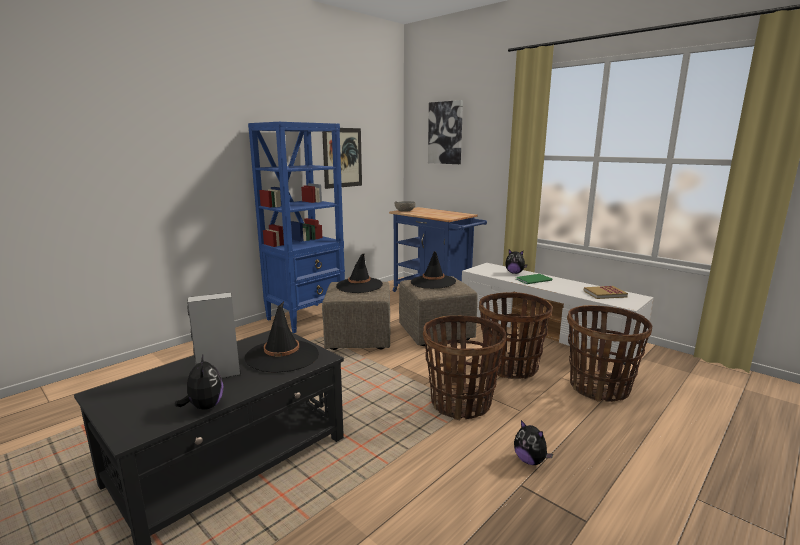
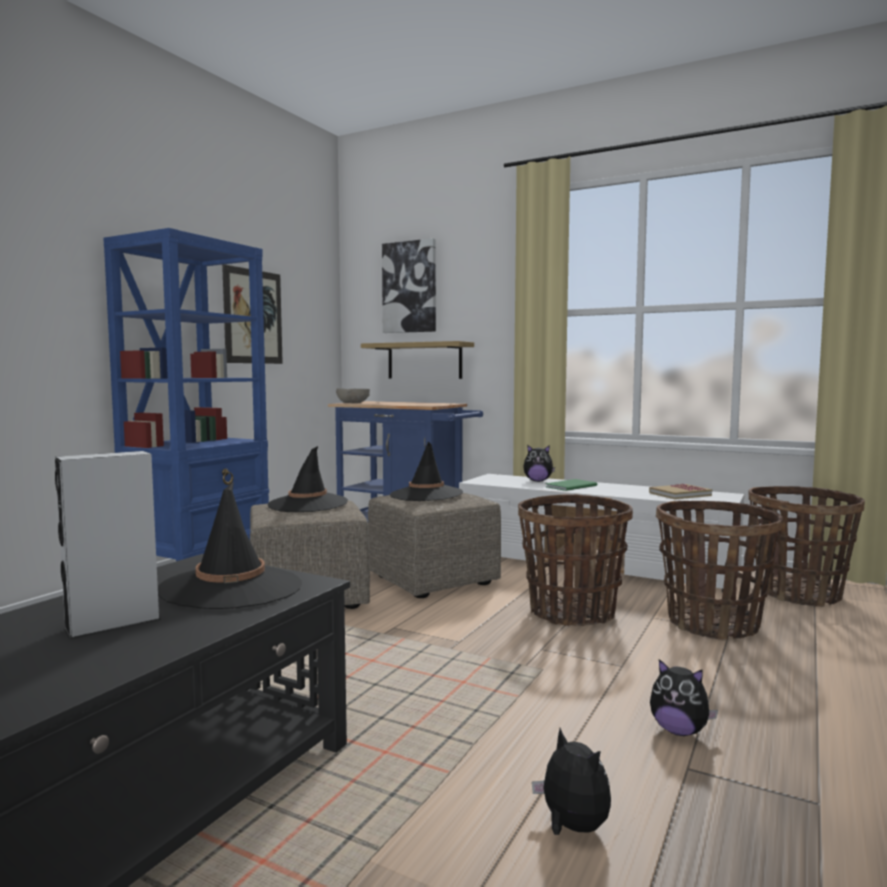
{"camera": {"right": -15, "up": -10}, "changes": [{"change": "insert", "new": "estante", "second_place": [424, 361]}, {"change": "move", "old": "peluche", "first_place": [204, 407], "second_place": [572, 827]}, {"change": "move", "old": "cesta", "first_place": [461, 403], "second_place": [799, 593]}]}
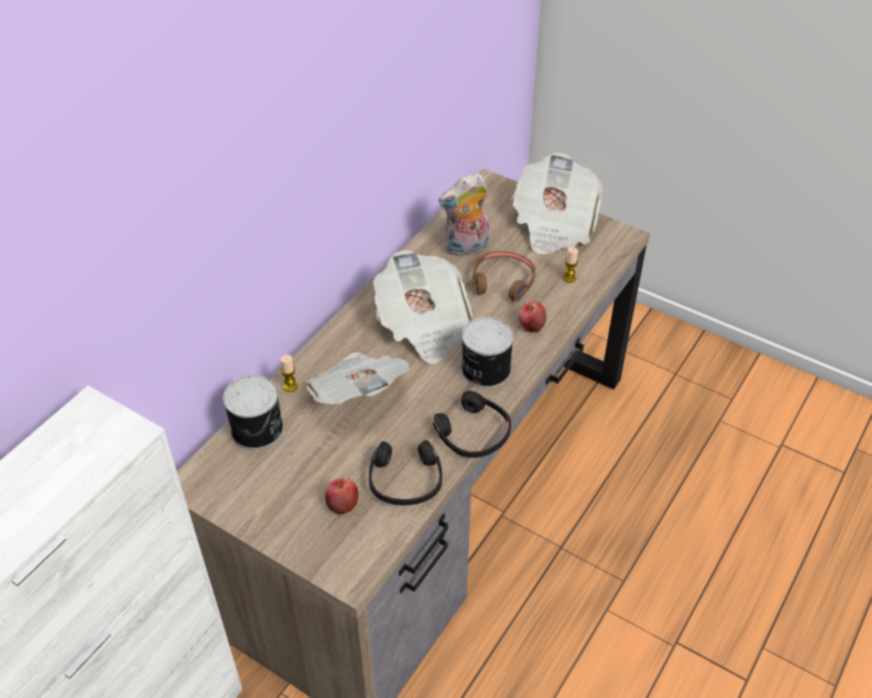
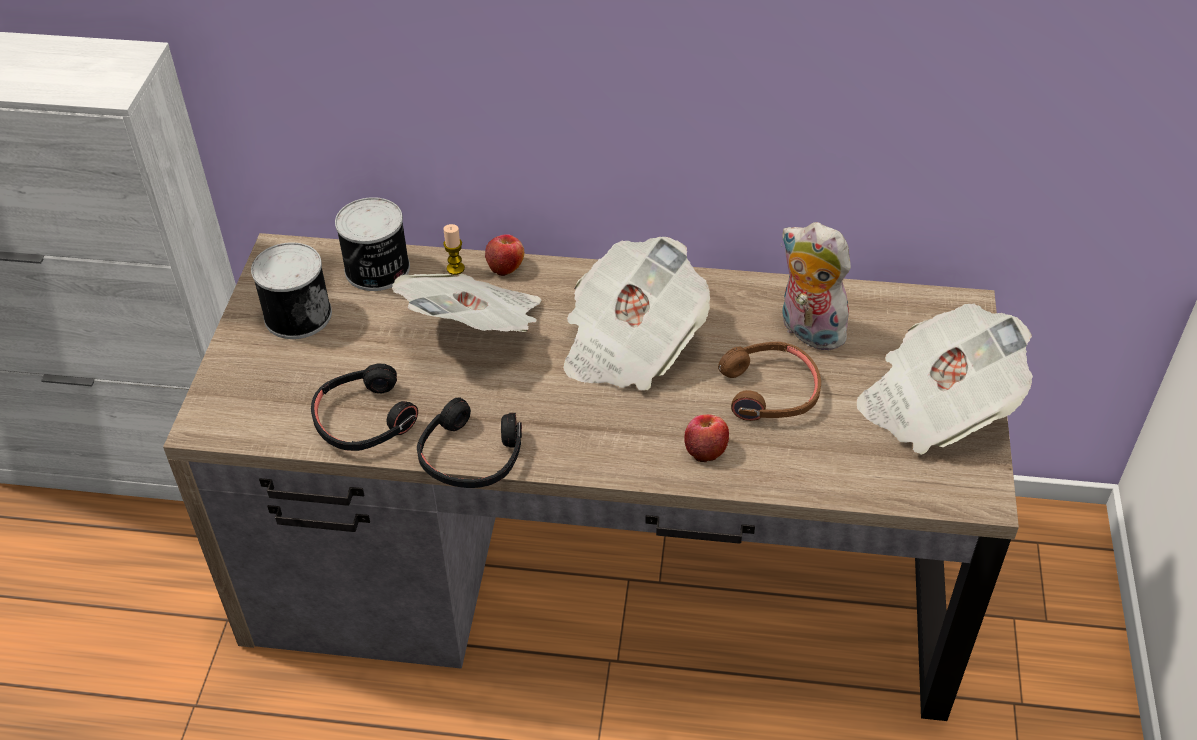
{"camera": {"right": 65, "up": 0}, "changes": [{"change": "move", "old": "lata", "first_place": [484, 370], "second_place": [296, 314]}, {"change": "move", "old": "manzana", "first_place": [342, 503], "second_place": [505, 266]}, {"change": "delete", "old": "vela", "first_place": [569, 278]}]}
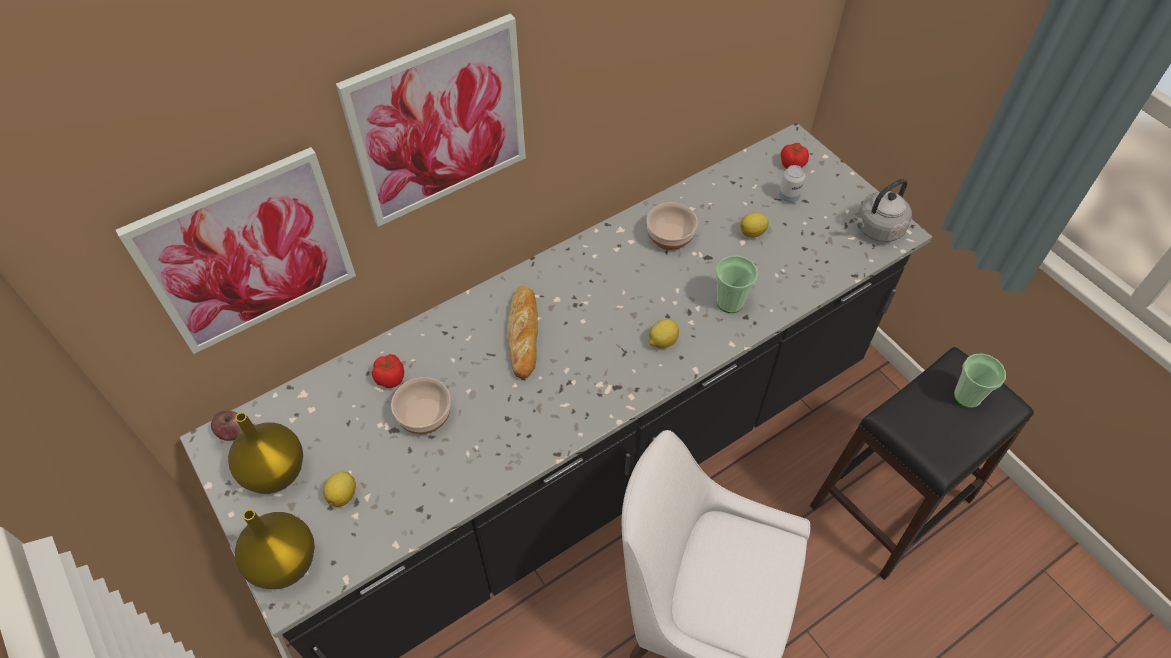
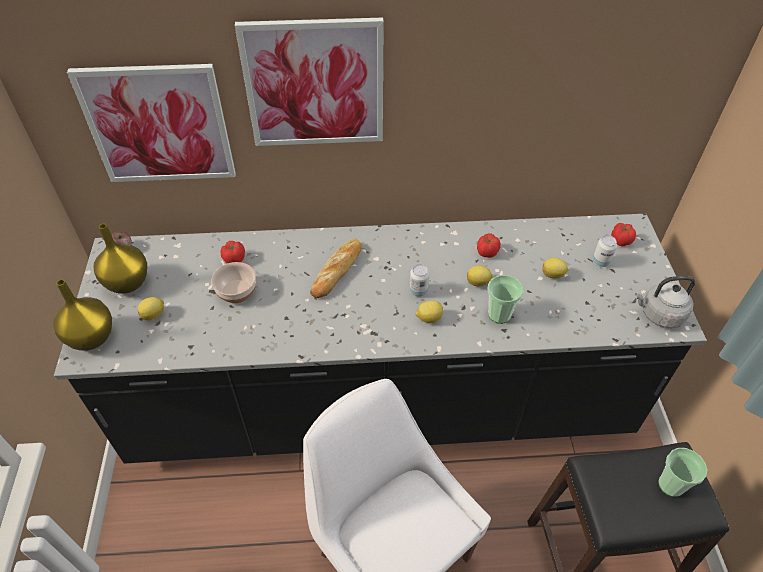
{"camera": {"right": 30, "up": -5}, "changes": [{"change": "insert", "new": "lata", "second_place": [418, 291]}, {"change": "insert", "new": "limón", "second_place": [478, 283]}, {"change": "replace", "old": "cuenco", "new": "tomate", "first_place": [670, 237], "second_place": [486, 252]}]}
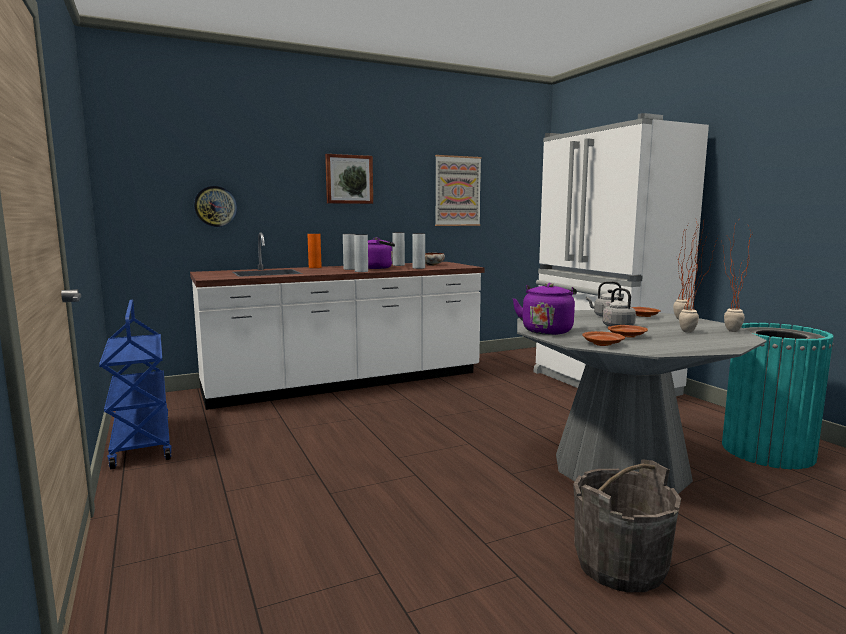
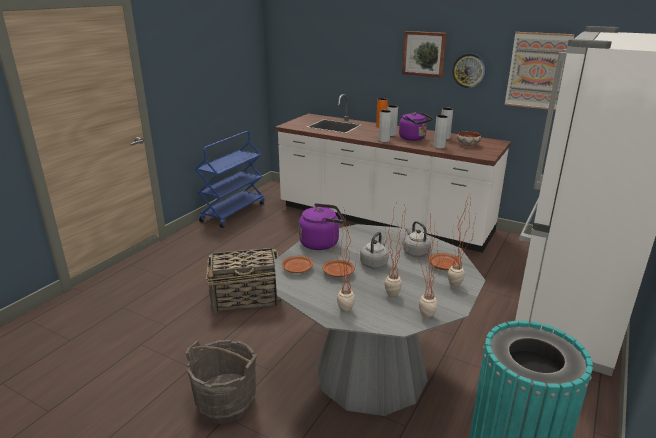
{"camera": {"right": 55, "up": 15}, "changes": [{"change": "insert", "new": "cesta", "second_place": [247, 298]}, {"change": "insert", "new": "planta en maceta", "second_place": [344, 307]}, {"change": "move", "old": "reloj de pared", "first_place": [215, 206], "second_place": [469, 70]}]}
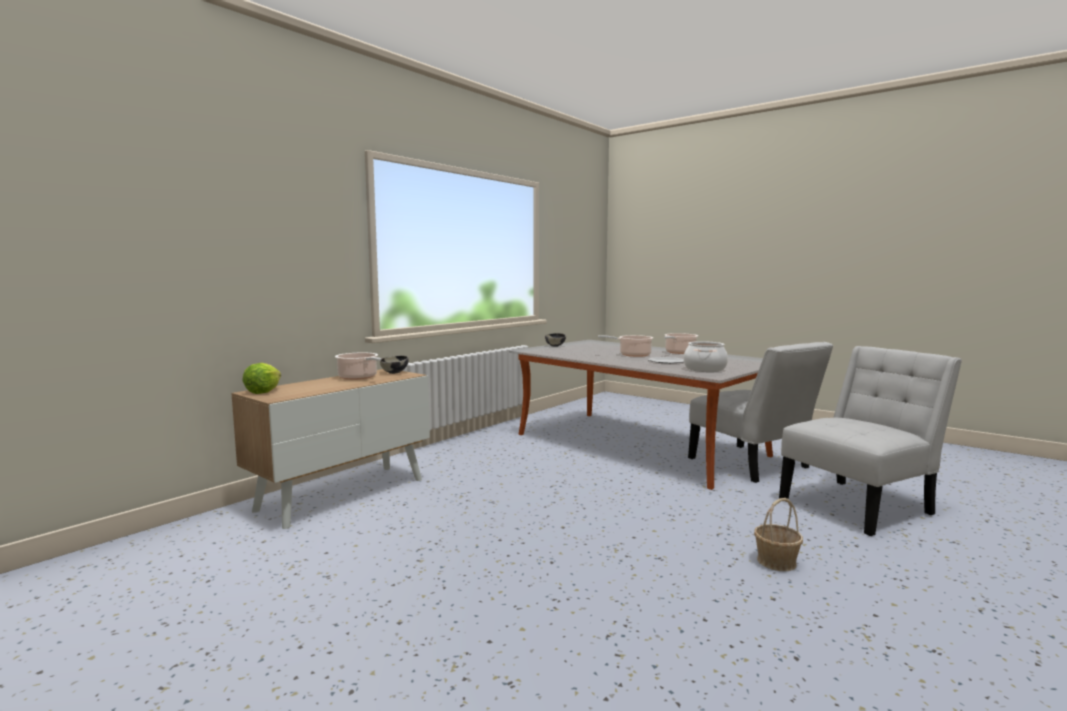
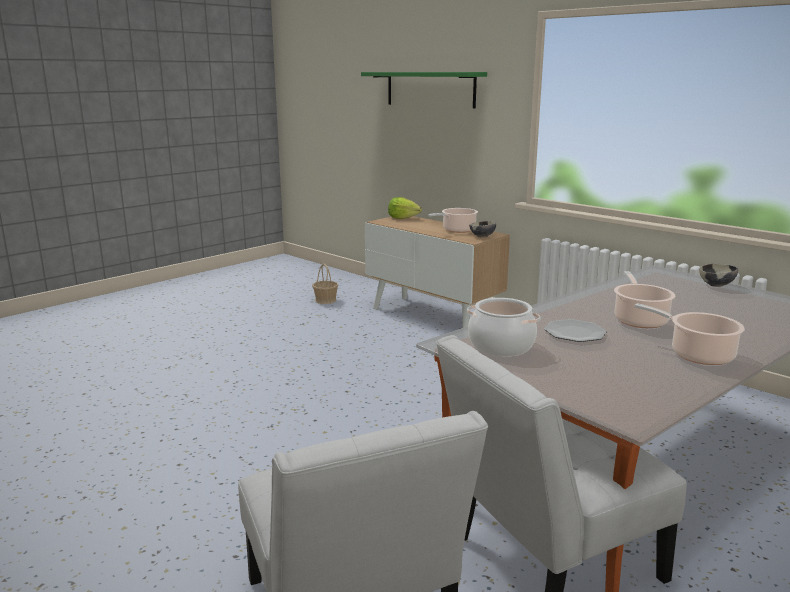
{"camera": {"right": 95, "up": 10}, "changes": [{"change": "move", "old": "cesta", "first_place": [776, 562], "second_place": [326, 300]}, {"change": "insert", "new": "estante [verde]", "second_place": [430, 89]}]}
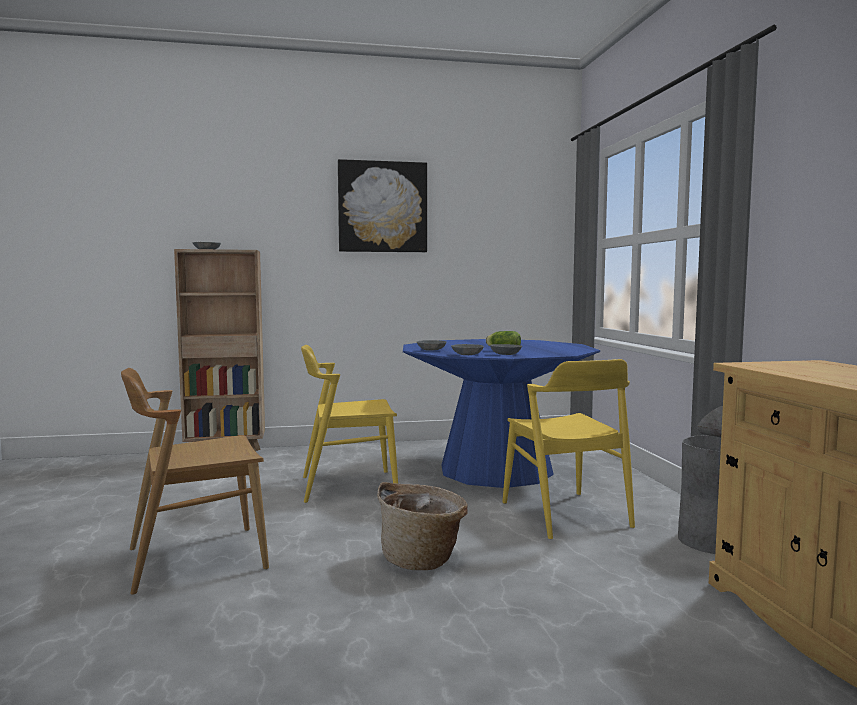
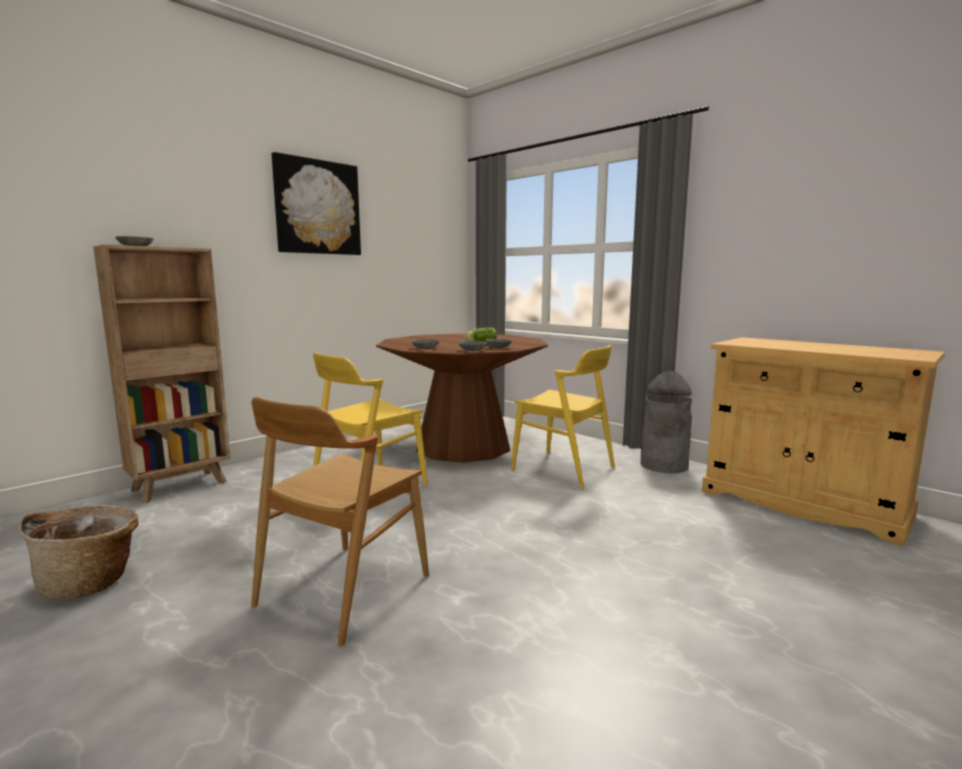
{"camera": {"right": -35, "up": 5}, "changes": [{"change": "move", "old": "cesta", "first_place": [422, 559], "second_place": [91, 582]}, {"change": "recolor", "old": "mesa de comedor [azul]", "new": "mesa de comedor [marrón]", "first_place": [496, 469], "second_place": [463, 446]}]}
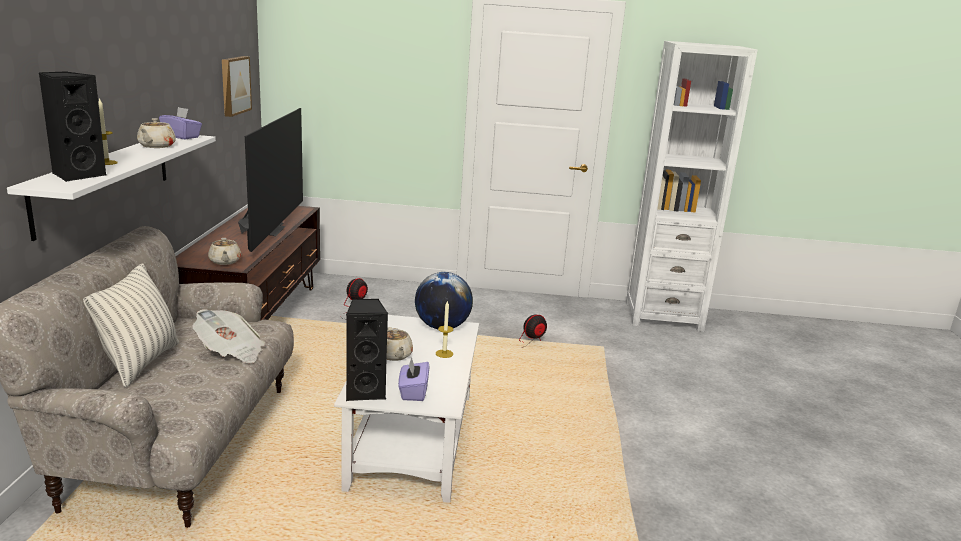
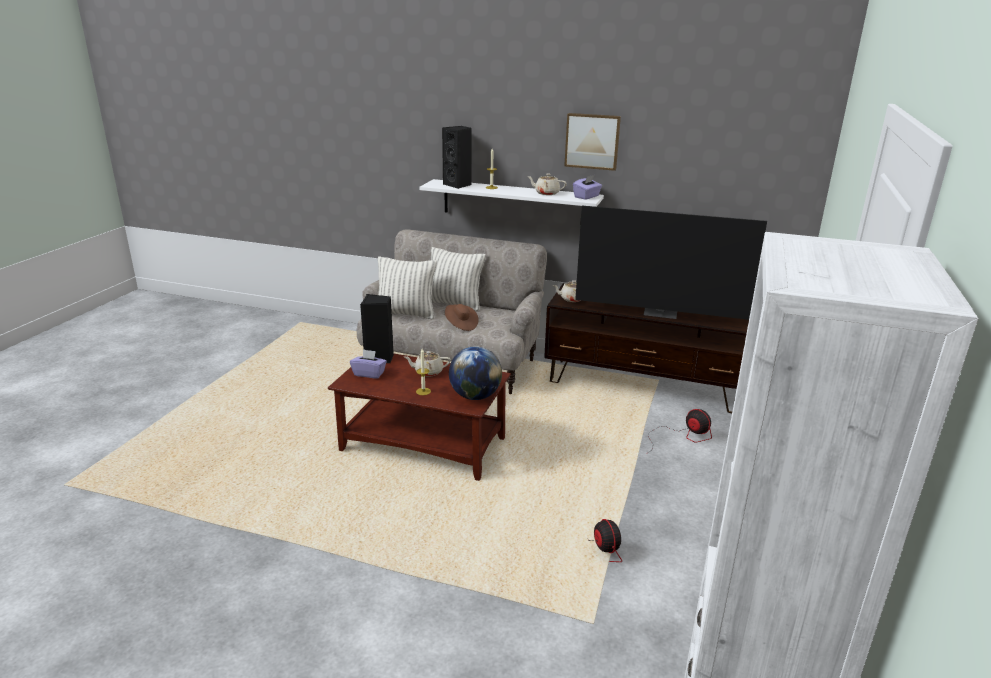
{"camera": {"right": 105, "up": 5}, "changes": [{"change": "recolor", "old": "mesa de centro [blanco]", "new": "mesa de centro [marrón]", "first_place": [412, 439], "second_place": [424, 444]}, {"change": "insert", "new": "cojín", "second_place": [406, 314]}, {"change": "replace", "old": "periódico", "new": "sombrero [marrón]", "first_place": [231, 352], "second_place": [461, 325]}, {"change": "move", "old": "cuadro", "first_place": [234, 85], "second_place": [592, 141]}]}
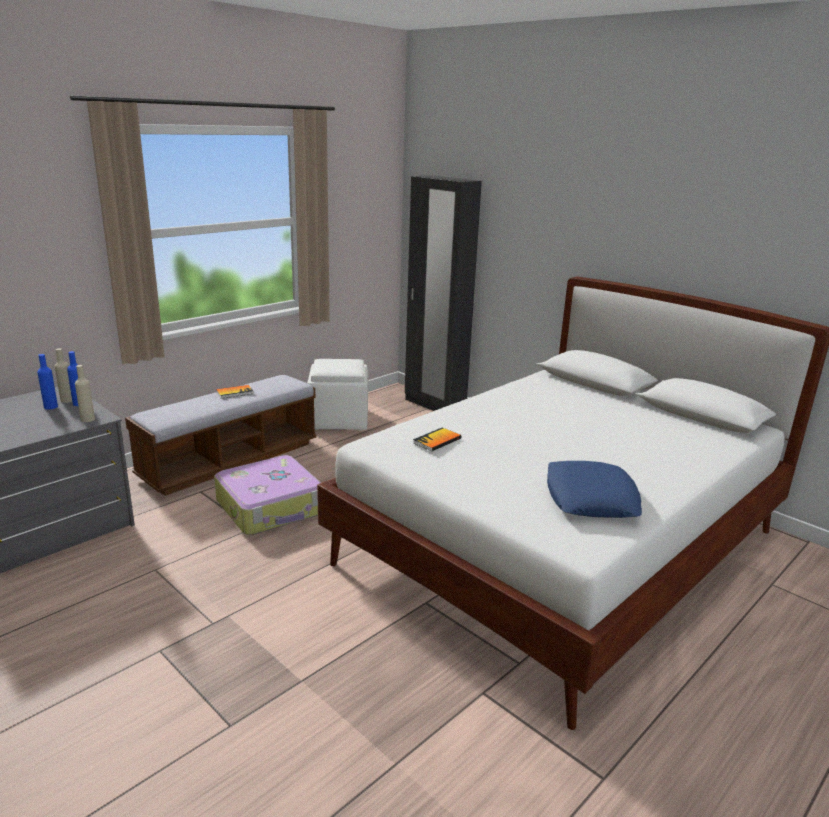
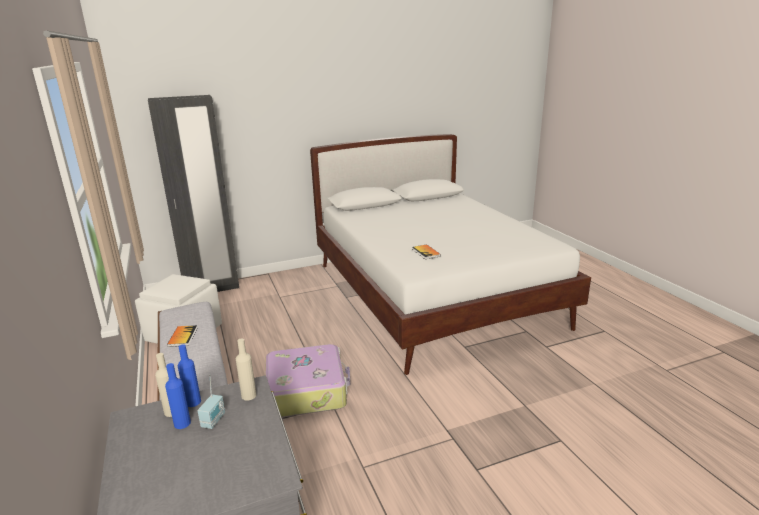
{"camera": {"right": -65, "up": 0}, "changes": [{"change": "insert", "new": "radio", "second_place": [214, 420]}, {"change": "delete", "old": "cojín [azul]", "first_place": [590, 498]}]}
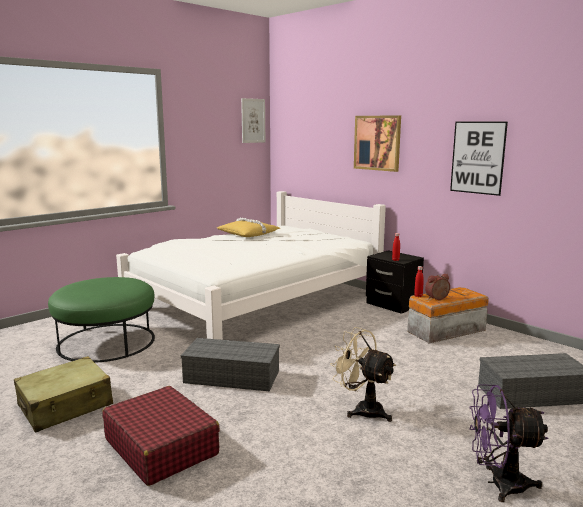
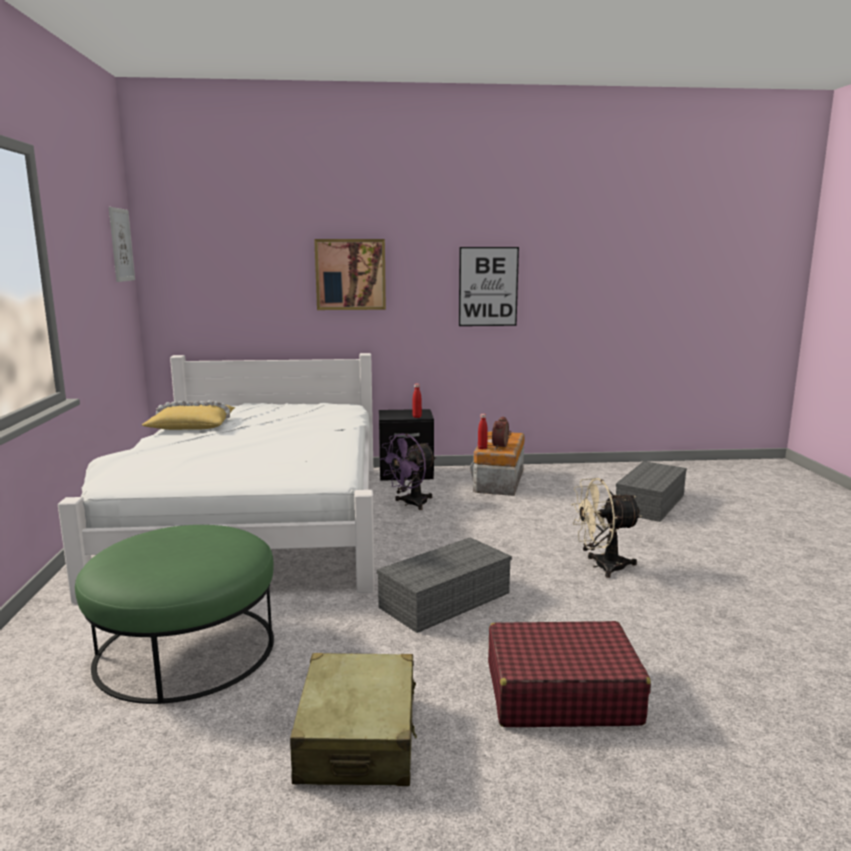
{"camera": {"right": -50, "up": 0}, "changes": [{"change": "move", "old": "ventilador [morado]", "first_place": [498, 483], "second_place": [410, 504]}]}
